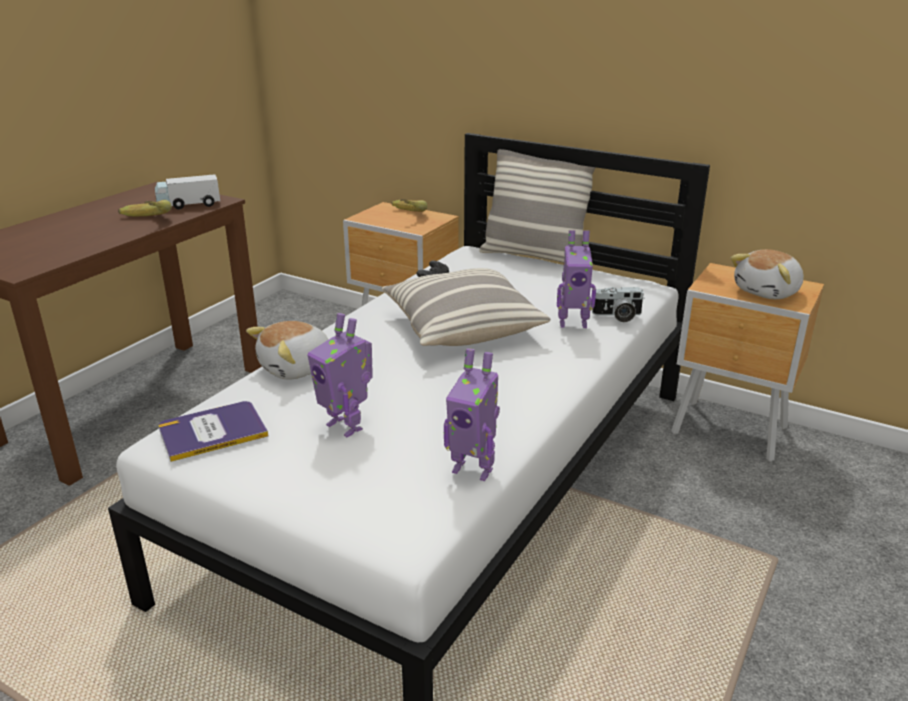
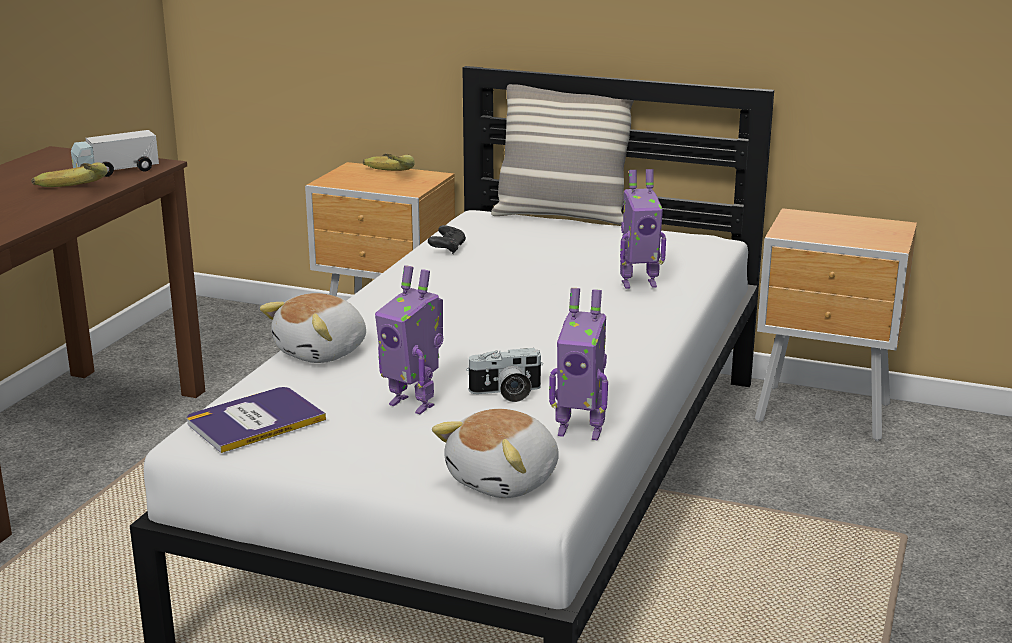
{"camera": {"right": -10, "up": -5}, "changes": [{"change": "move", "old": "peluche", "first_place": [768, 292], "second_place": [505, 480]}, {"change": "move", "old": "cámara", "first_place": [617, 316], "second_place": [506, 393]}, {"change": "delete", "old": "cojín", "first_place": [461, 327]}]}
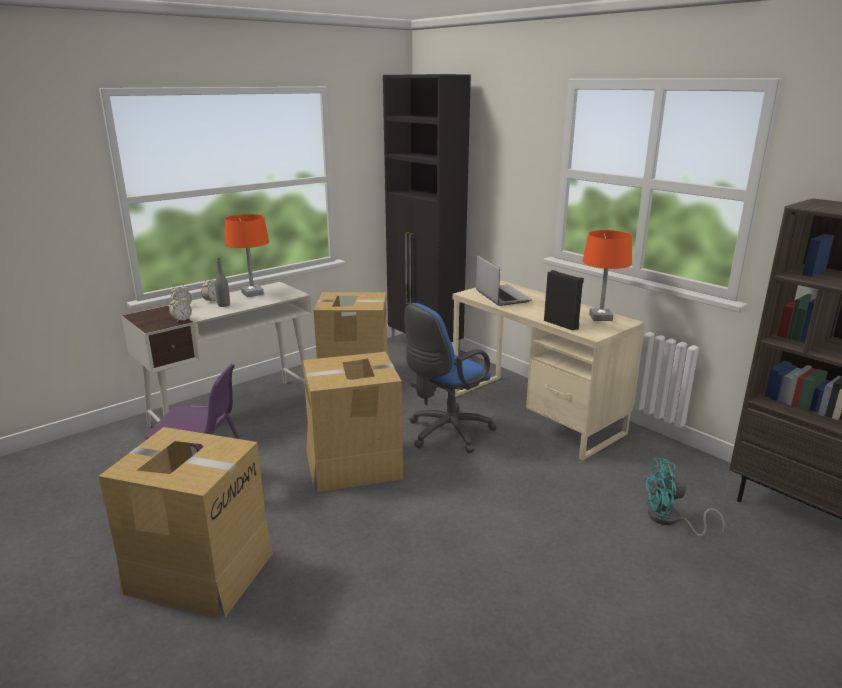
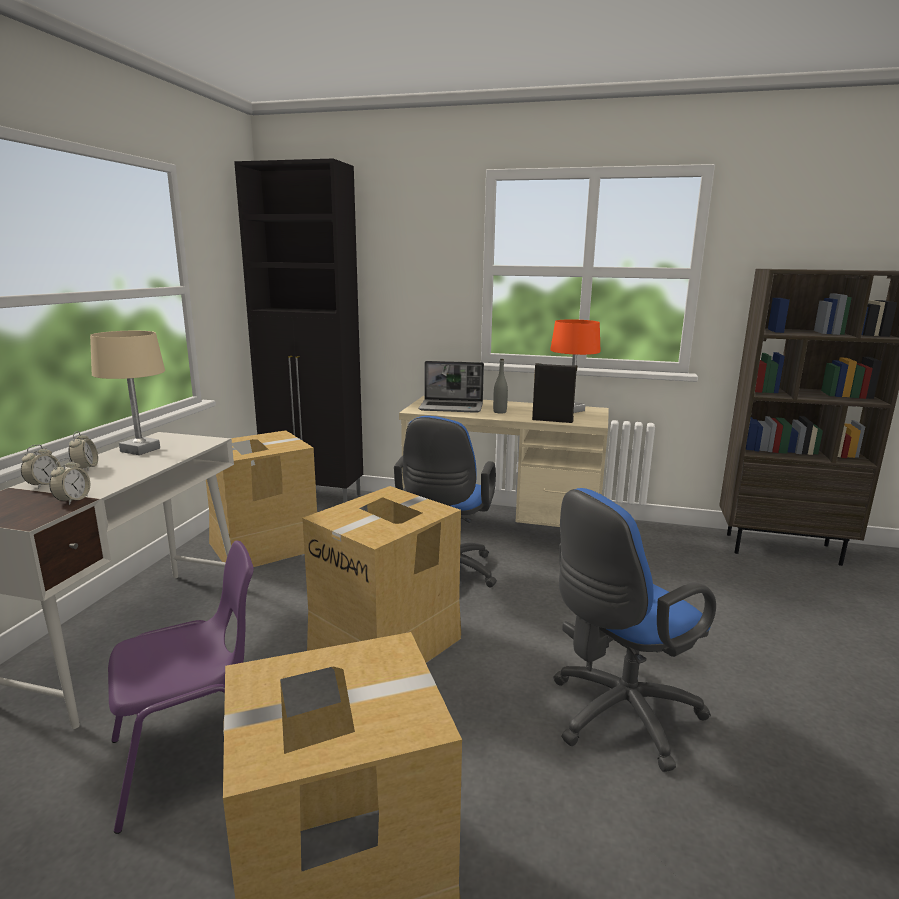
{"camera": {"right": -35, "up": -5}, "changes": [{"change": "recolor", "old": "lámpara de mesa [naranja]", "new": "lámpara de mesa [beis]", "first_place": [252, 293], "second_place": [140, 450]}, {"change": "rotate", "old": "portátil", "first_place": [501, 296], "second_place": [452, 407], "degrees": 150}, {"change": "move", "old": "botella [gris]", "first_place": [224, 305], "second_place": [499, 412]}, {"change": "insert", "new": "silla de oficina [azul]", "second_place": [617, 716]}, {"change": "delete", "old": "ventilador [turquesa]", "first_place": [670, 520]}]}
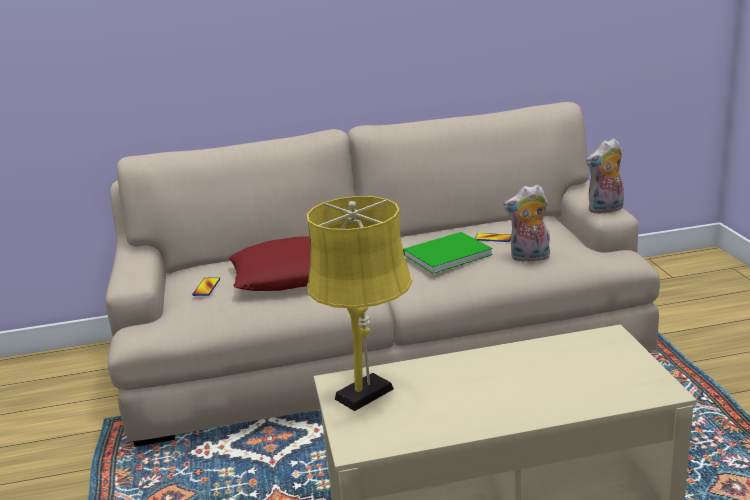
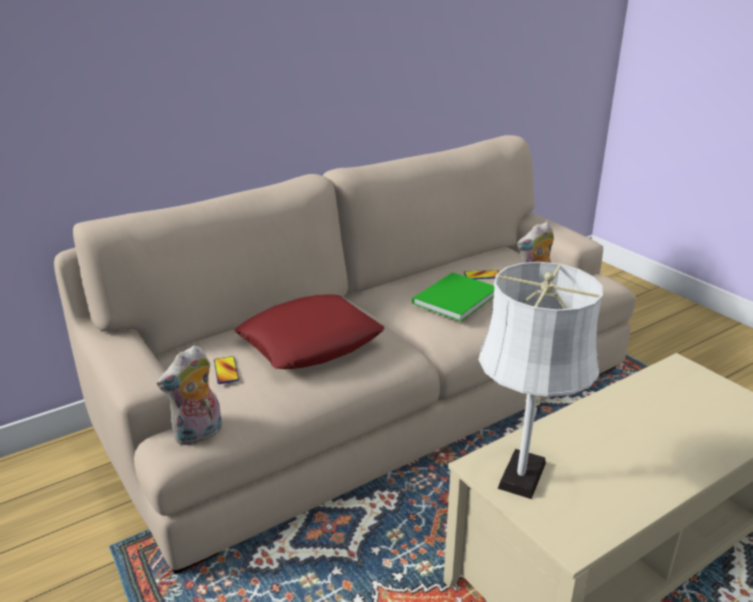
{"camera": {"right": -25, "up": 5}, "changes": [{"change": "move", "old": "peluche", "first_place": [605, 210], "second_place": [198, 435]}, {"change": "recolor", "old": "lámpara de mesa [amarillo]", "new": "lámpara de mesa [blanco]", "first_place": [369, 391], "second_place": [524, 471]}]}
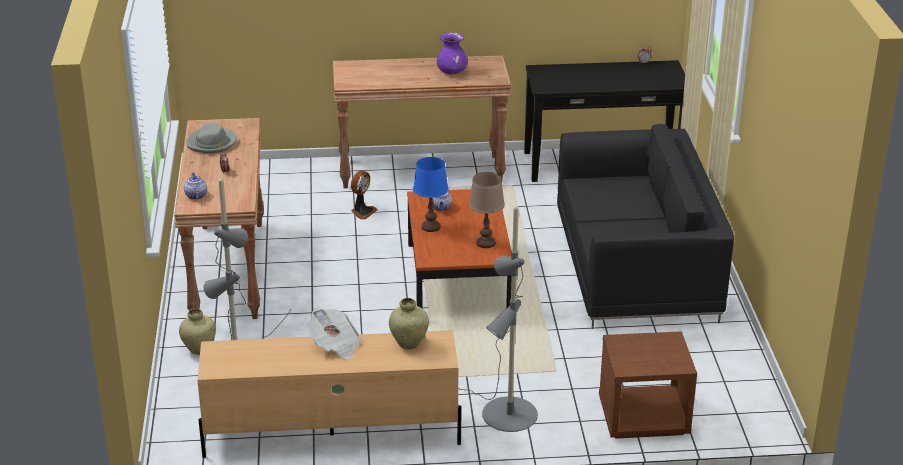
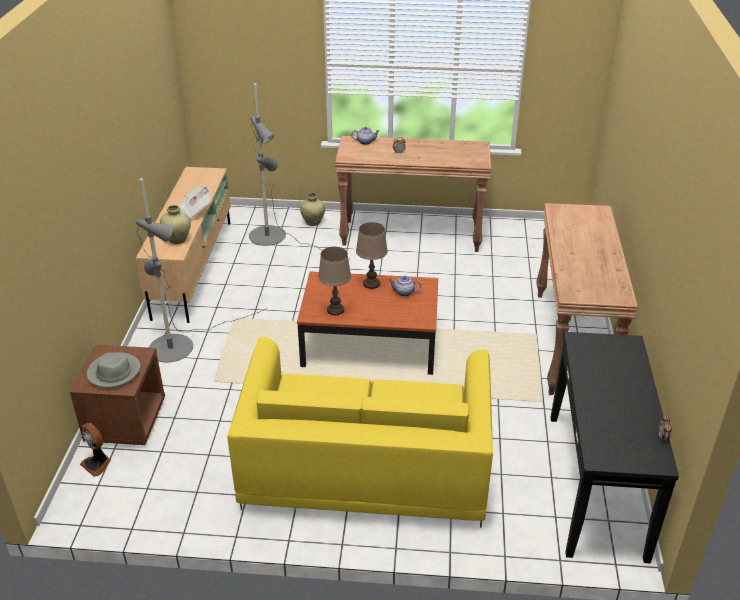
{"camera": {"right": 100, "up": 5}, "changes": [{"change": "move", "old": "ventilador", "first_place": [362, 211], "second_place": [97, 464]}, {"change": "move", "old": "sombrero [gris]", "first_place": [212, 143], "second_place": [113, 373]}, {"change": "recolor", "old": "sofá [negro]", "new": "sofá [amarillo]", "first_place": [636, 265], "second_place": [365, 468]}, {"change": "recolor", "old": "lámpara de mesa [azul]", "new": "lámpara de mesa [marrón]", "first_place": [431, 227], "second_place": [371, 284]}, {"change": "delete", "old": "florero [morado]", "first_place": [452, 72]}]}
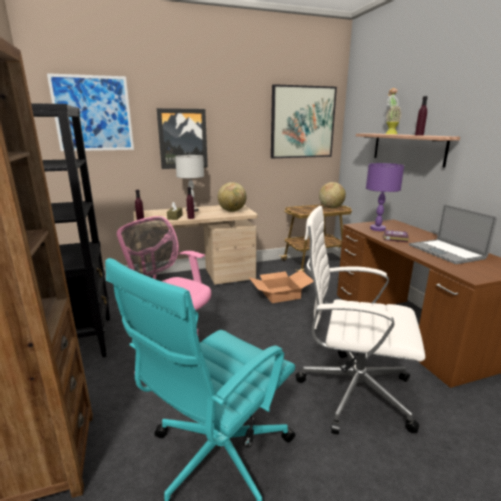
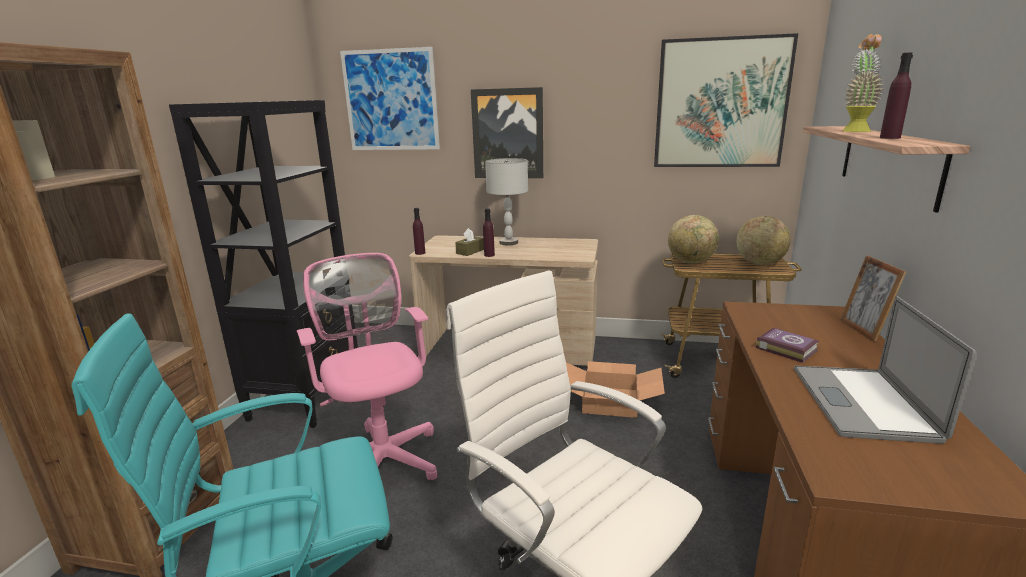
{"camera": {"right": 30, "up": 0}, "changes": [{"change": "move", "old": "globo terráqueo", "first_place": [232, 211], "second_place": [691, 262]}, {"change": "insert", "new": "portarretratos", "second_place": [863, 330]}, {"change": "delete", "old": "lámpara de mesa [morado]", "first_place": [378, 229]}]}
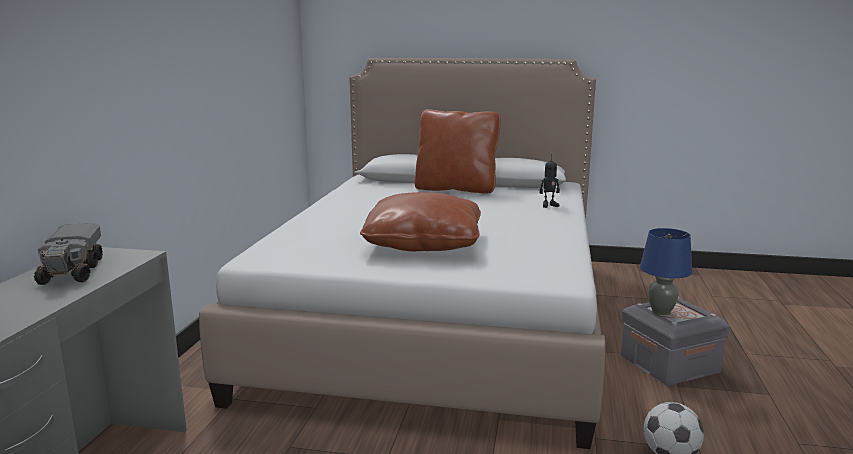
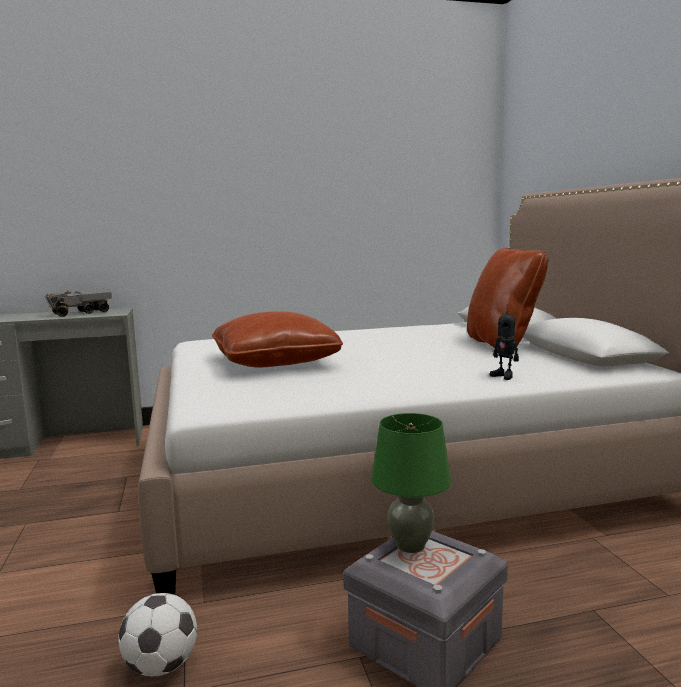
{"camera": {"right": 65, "up": -5}, "changes": [{"change": "recolor", "old": "lámpara de mesa [azul]", "new": "lámpara de mesa [verde]", "first_place": [660, 311], "second_place": [410, 545]}]}
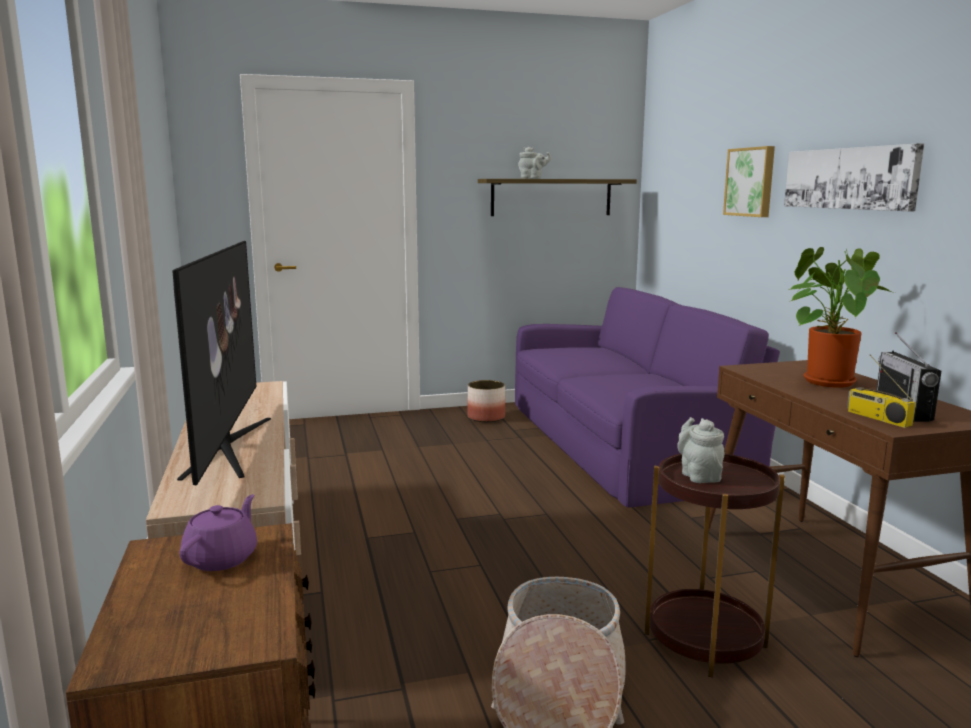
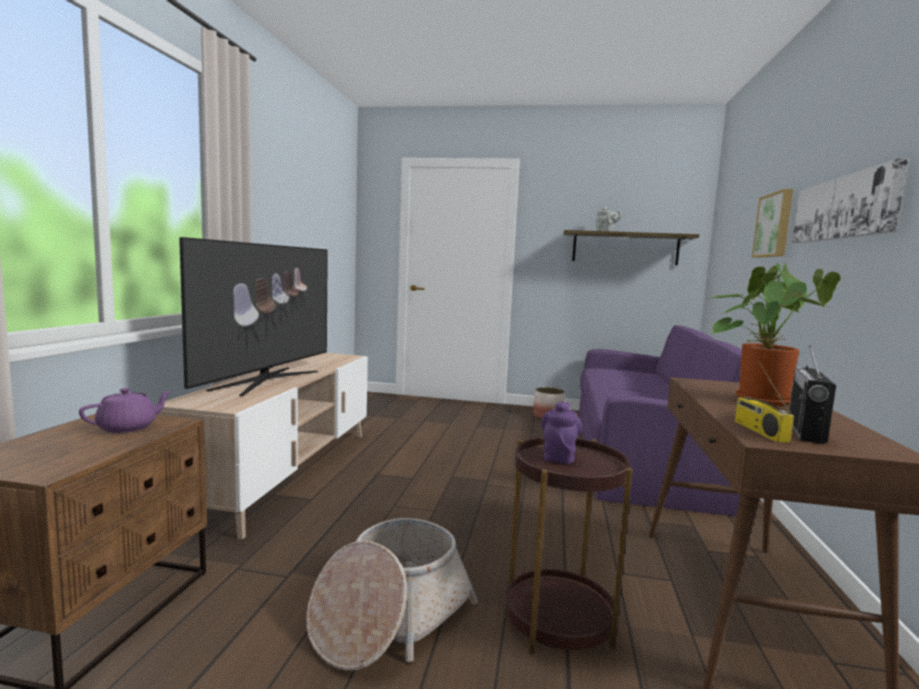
{"camera": {"right": 25, "up": -5}, "changes": [{"change": "recolor", "old": "tetera [gris]", "new": "tetera [morado]", "first_place": [699, 475], "second_place": [559, 456]}]}
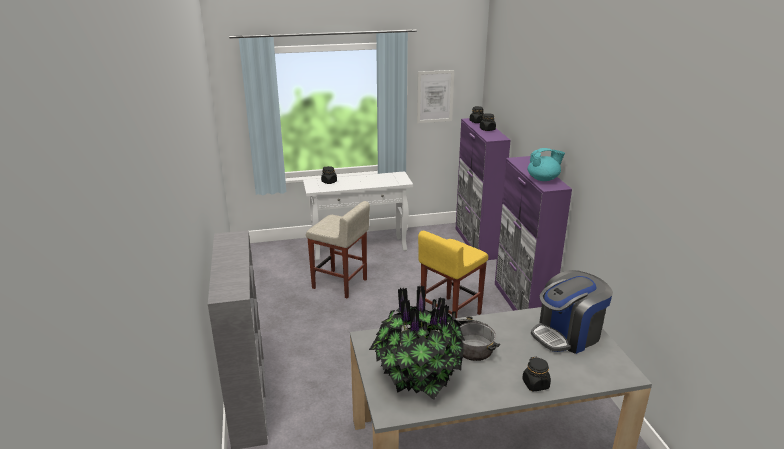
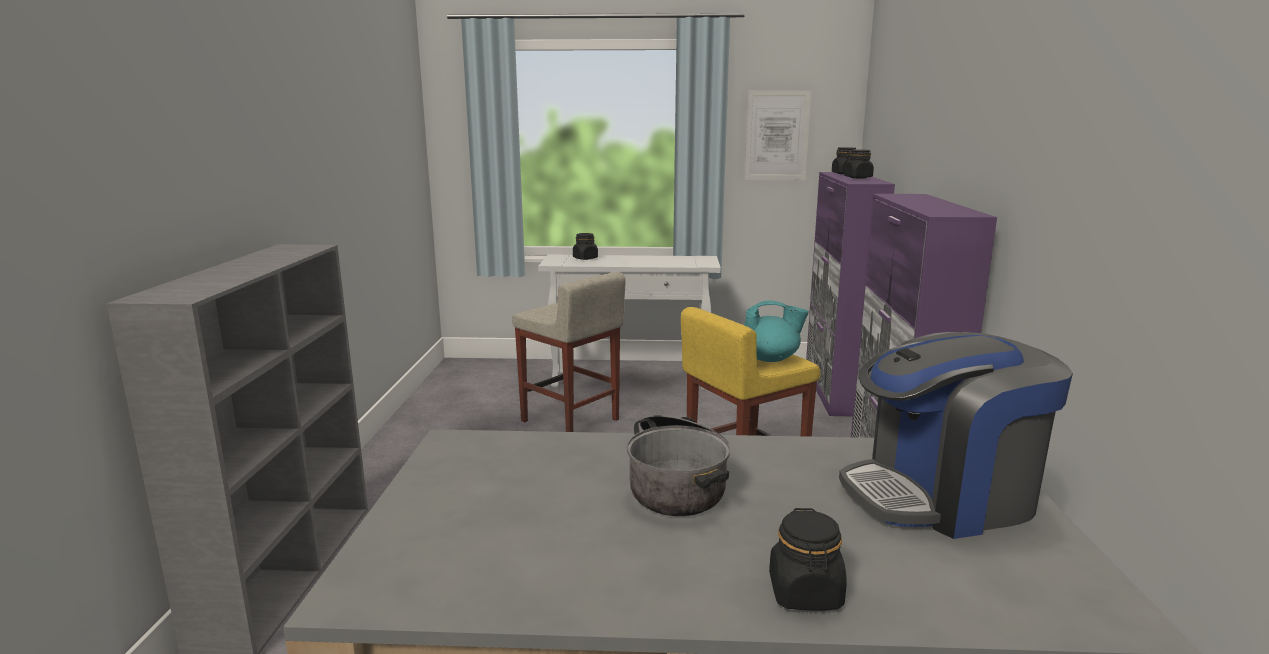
{"camera": {"right": 15, "up": -10}, "changes": [{"change": "move", "old": "tetera [turquesa]", "first_place": [543, 179], "second_place": [770, 359]}, {"change": "delete", "old": "planta en maceta", "first_place": [417, 377]}]}
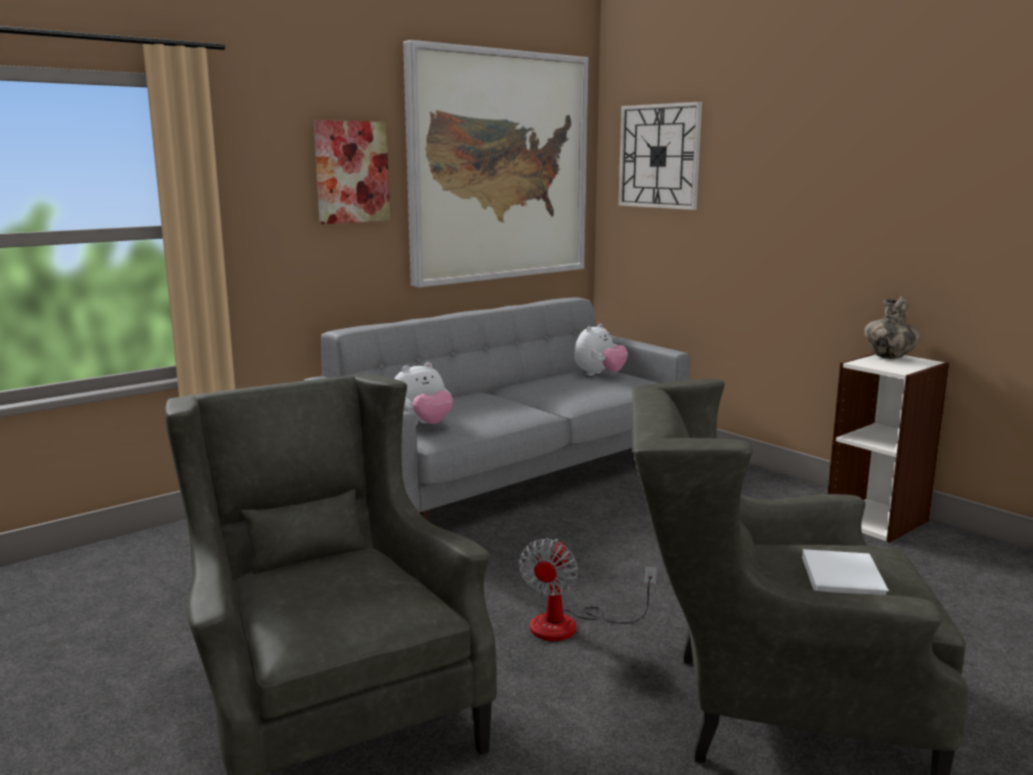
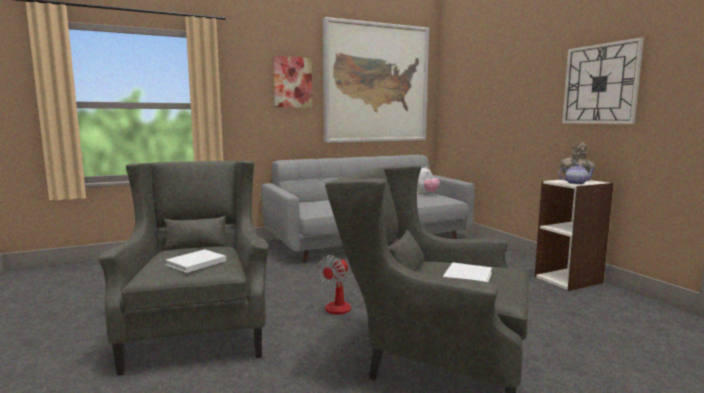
{"camera": {"right": 15, "up": -5}, "changes": [{"change": "insert", "new": "libro [blanco]", "second_place": [195, 263]}, {"change": "insert", "new": "tetera", "second_place": [575, 183]}, {"change": "move", "old": "reloj de pared", "first_place": [659, 156], "second_place": [600, 84]}, {"change": "delete", "old": "peluche", "first_place": [422, 425]}]}
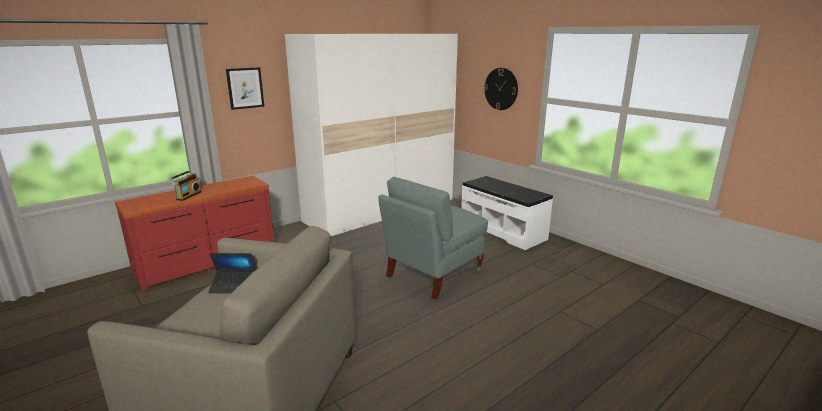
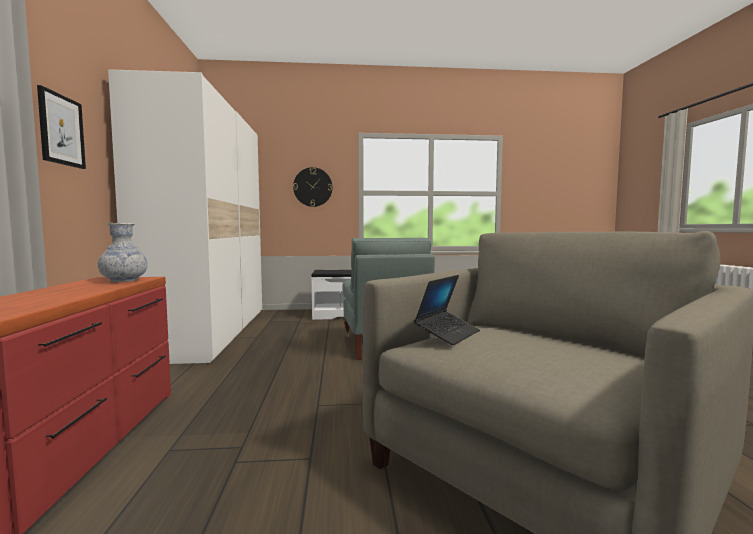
{"camera": {"right": -55, "up": -15}, "changes": [{"change": "insert", "new": "florero", "second_place": [124, 280]}, {"change": "delete", "old": "radio", "first_place": [187, 196]}]}
